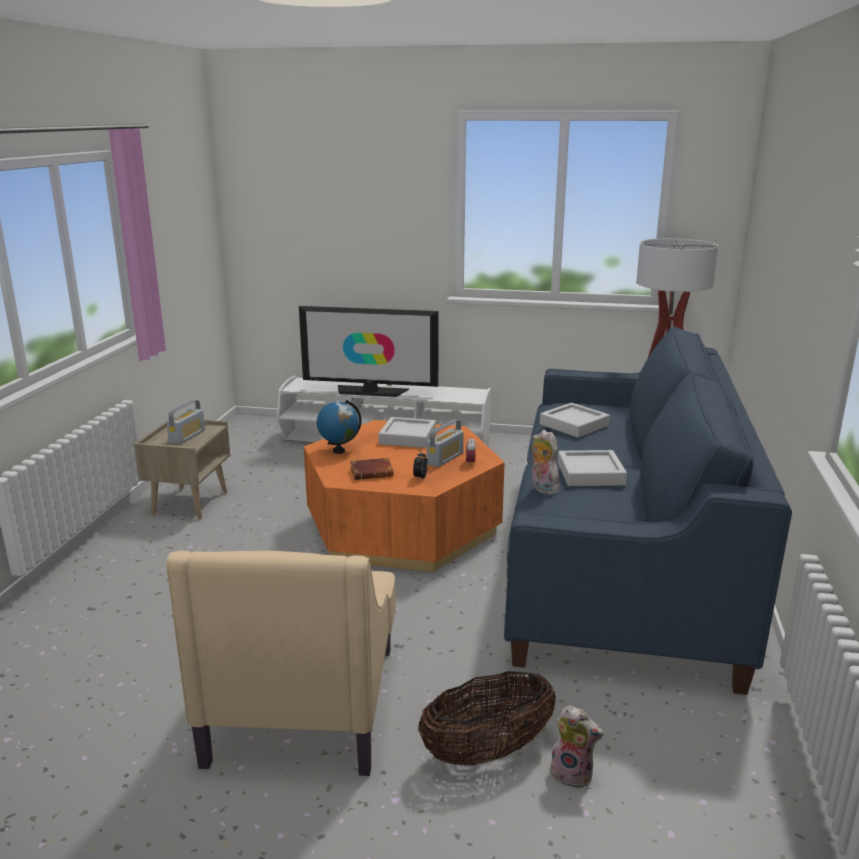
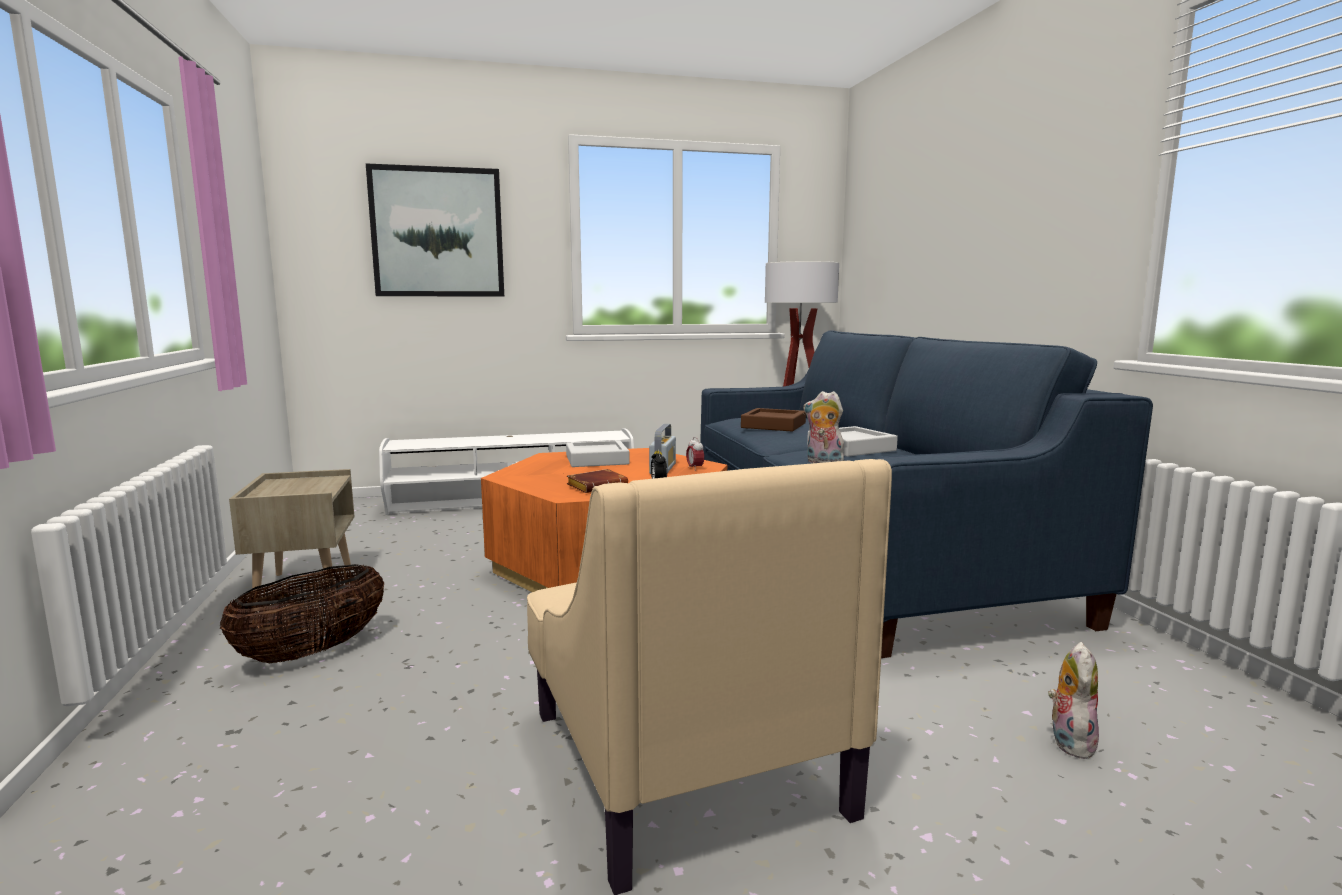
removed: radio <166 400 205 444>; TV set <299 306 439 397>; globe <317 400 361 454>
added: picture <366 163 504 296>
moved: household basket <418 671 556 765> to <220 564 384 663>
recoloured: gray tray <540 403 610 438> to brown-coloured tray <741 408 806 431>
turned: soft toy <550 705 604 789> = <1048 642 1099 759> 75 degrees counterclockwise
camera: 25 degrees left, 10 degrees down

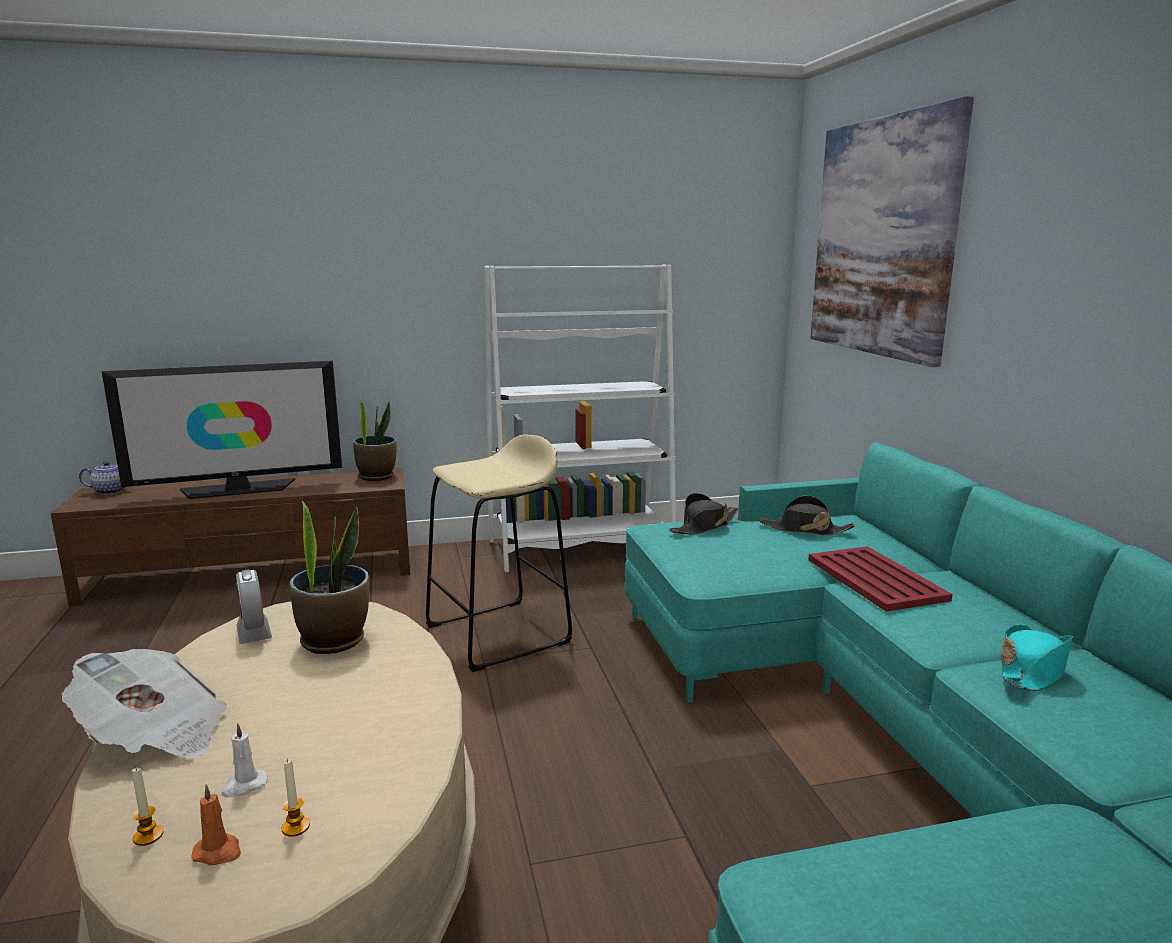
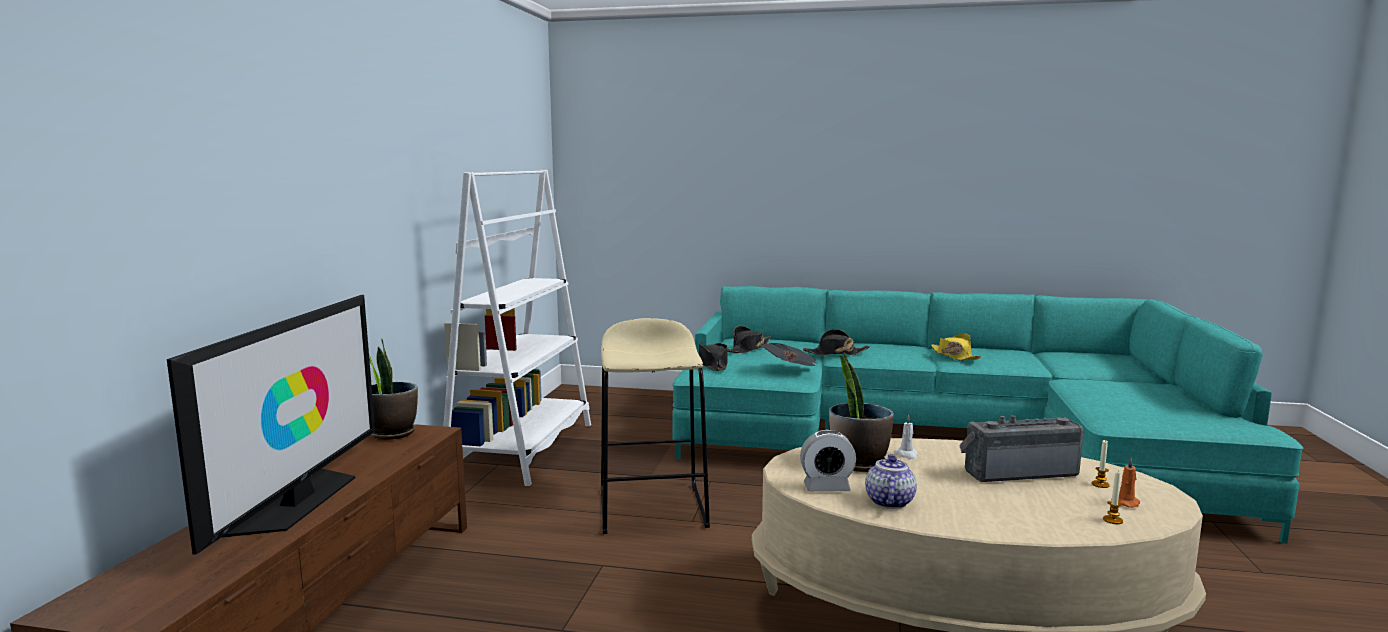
removed: picture <810 96 974 367>
added: radio <959 415 1084 482>
moved: newspaper <62 649 227 759> to <760 343 817 366>; tea pot <79 461 125 495> to <865 454 917 509>; white-coloured wax candle <221 723 268 798> to <895 415 918 459>
replaced: red-coloured tray <808 546 953 612> to black clothing hat <803 329 870 355>
recoloured: turquoise-coloured clothing hat <1001 624 1073 691> to yellow-coloured clothing hat <931 333 981 361>
camera: 65 degrees left, 5 degrees down

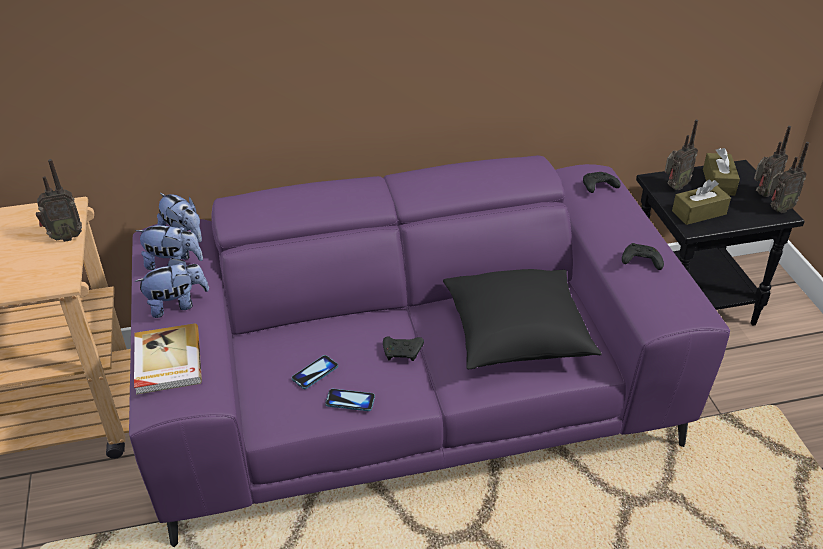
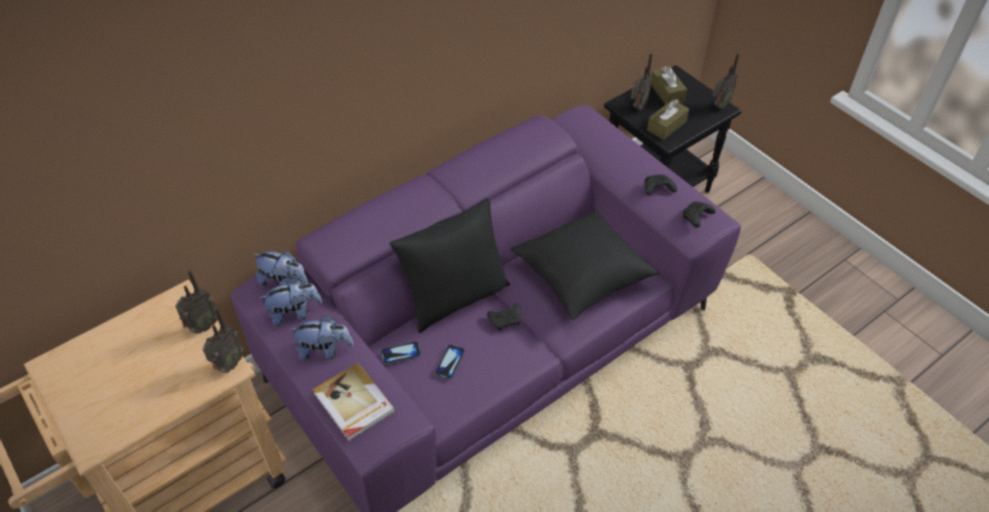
added: black cushion <390 198 510 333>
moved: phone <325 389 375 411> to <381 341 421 364>; black gamepad <583 172 621 193> to <683 201 715 228>; radio <754 126 791 197> to <202 307 243 373>
turned: soft toy <134 258 209 318> = <289 315 354 361> 45 degrees clockwise
camera: 25 degrees left, 10 degrees up

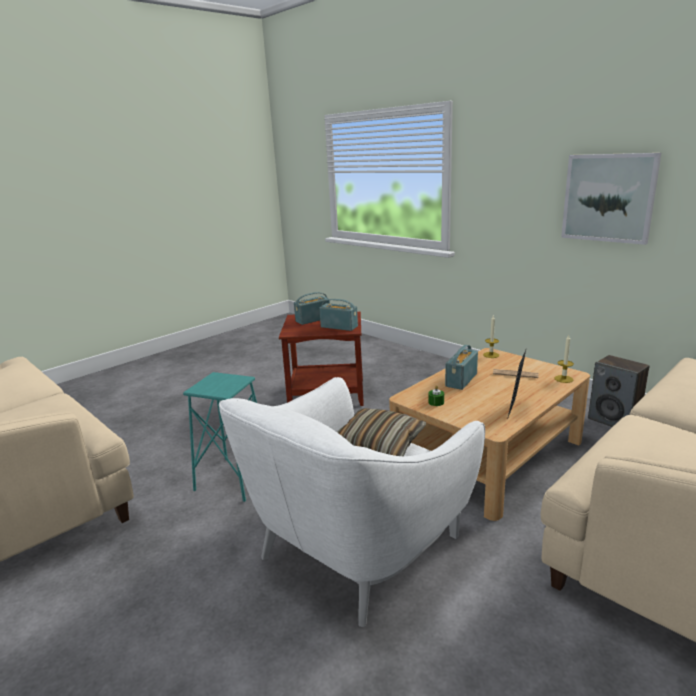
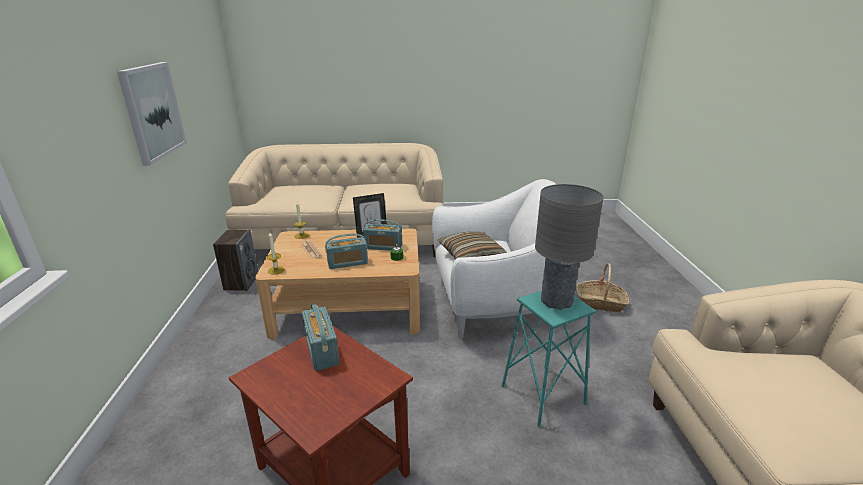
added: gray tabletop lamp <535 184 604 310>; household basket <576 263 629 312>
moved: radio <294 292 330 325> to <363 219 402 250>
camera: 140 degrees left, 5 degrees up

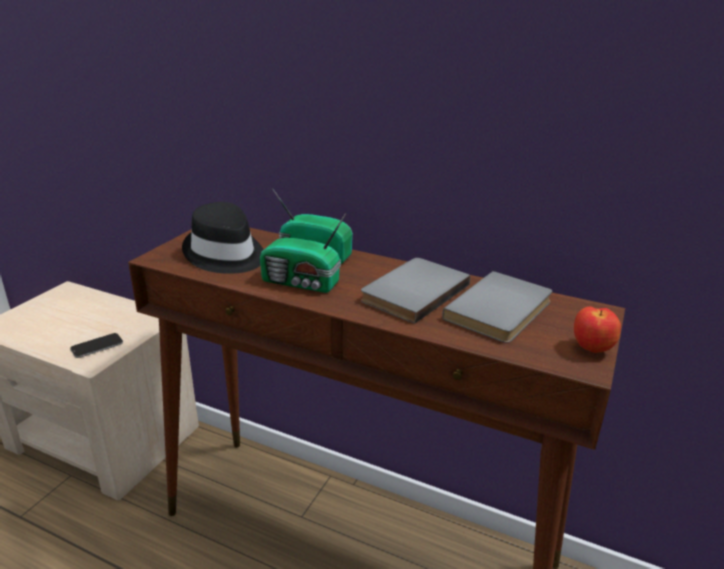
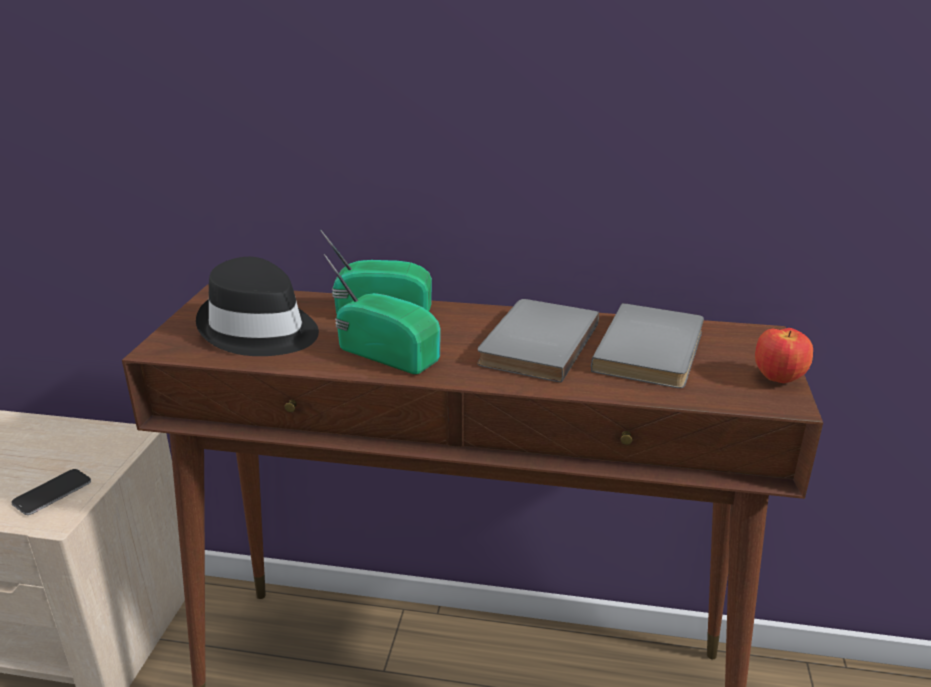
turned: radio <260 213 346 293> = <324 254 441 374> 150 degrees counterclockwise
camera: 15 degrees left, 0 degrees up

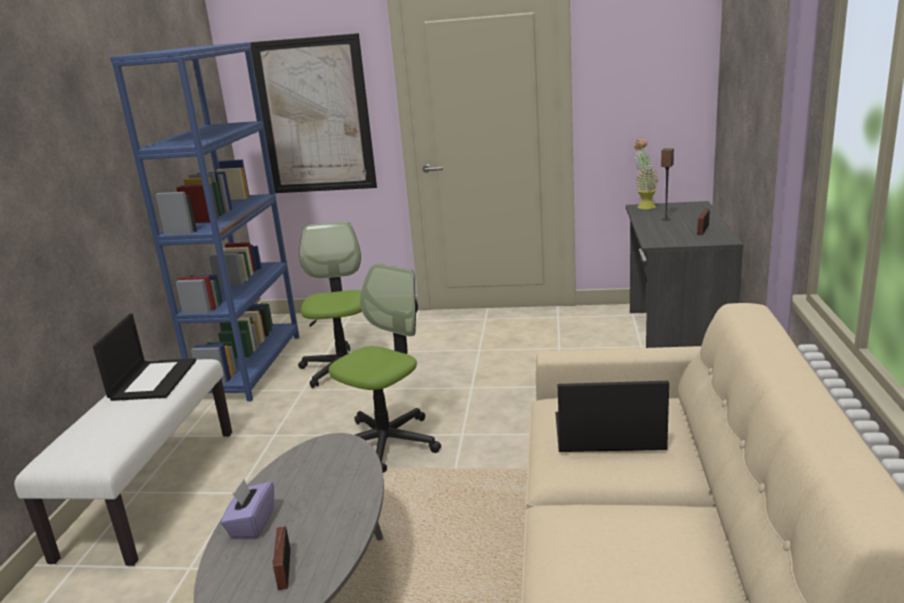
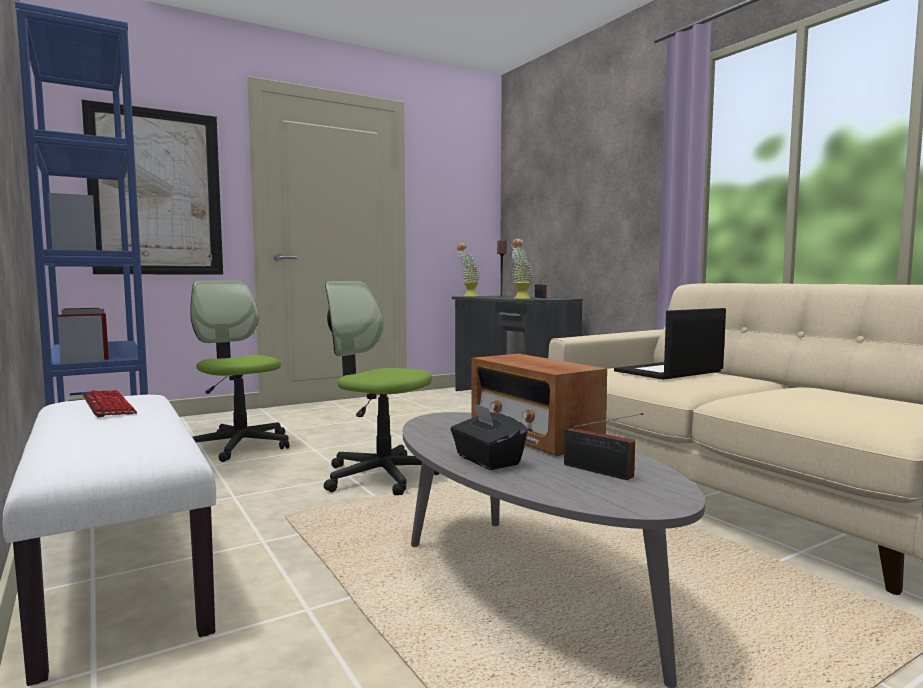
added: radio <471 354 607 456>; potted plant <511 238 533 299>
replaced: laptop <93 313 196 401> to computer keyboard <83 390 137 417>
recoloured: purple box of tissues <221 479 274 538> to black box of tissues <450 402 527 470>
turned: office chair <329 264 441 473> = <324 281 440 495> 60 degrees counterclockwise
camera: 40 degrees left, 15 degrees down

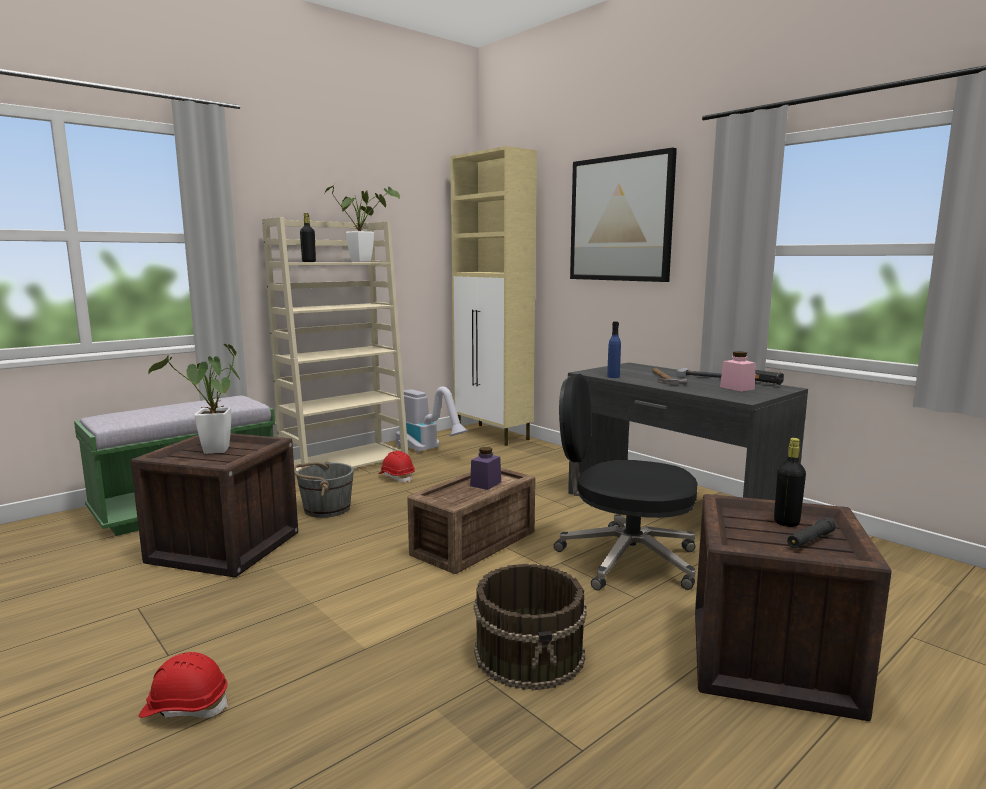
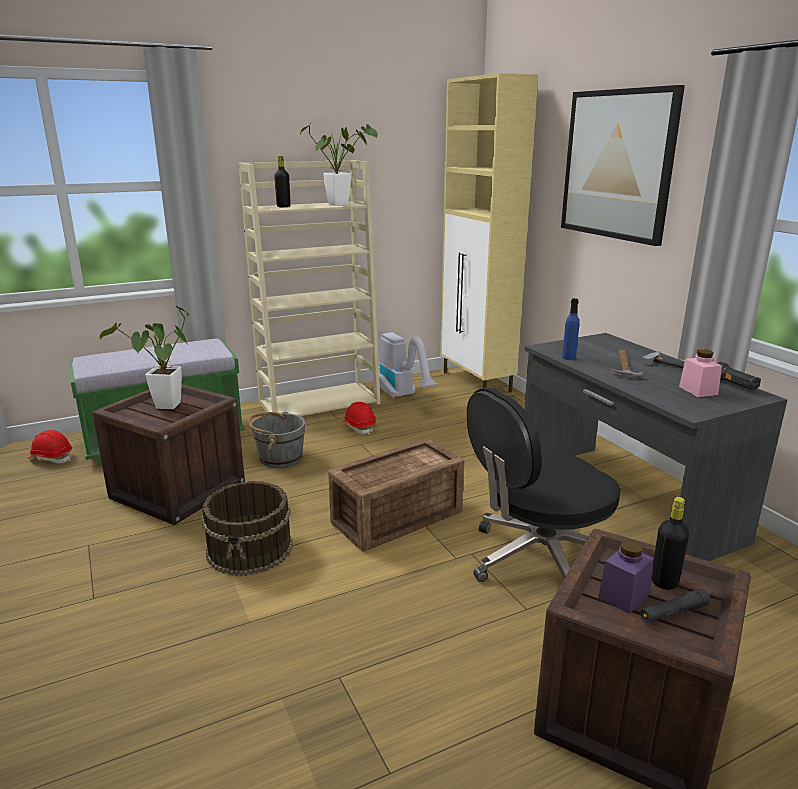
moved: red-coloured work helmet <139 652 229 718> to <28 430 72 463>; purple jar <470 447 501 490> to <598 540 654 614>; brown-coloured water bucket <474 564 587 691> to <202 481 293 576>
turned: black office chair <554 374 698 591> = <467 387 621 582> 60 degrees counterclockwise
camera: 15 degrees right, 10 degrees up

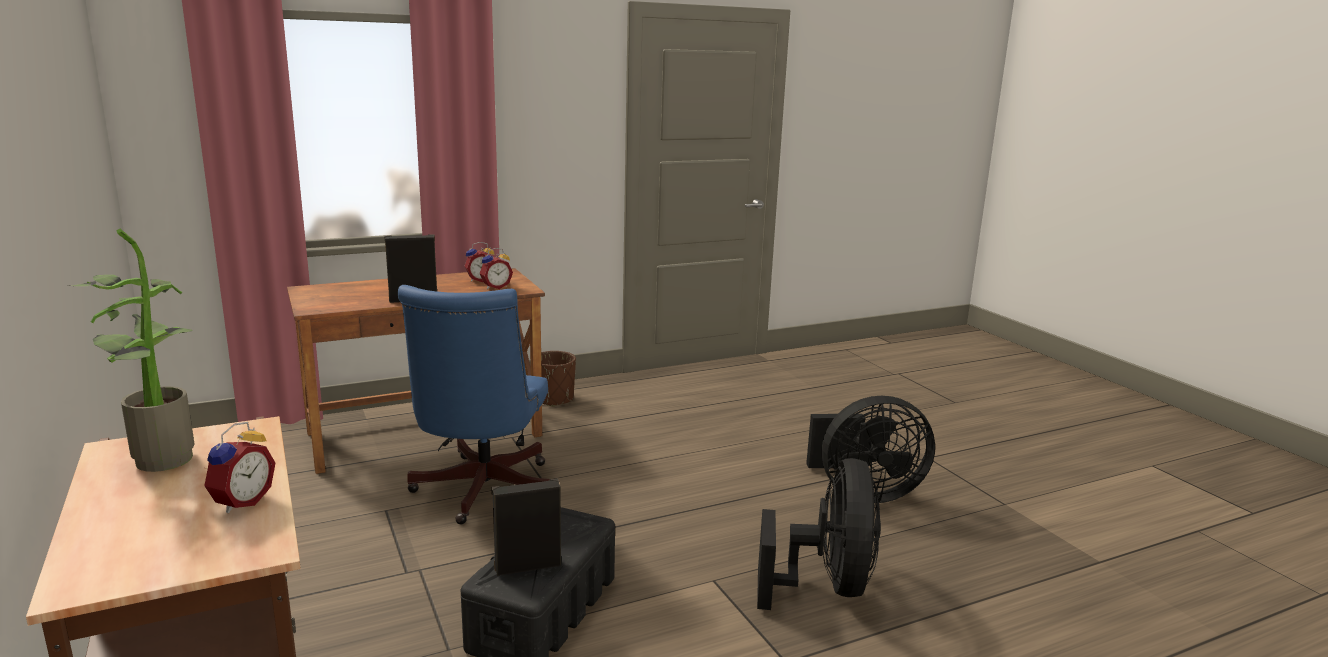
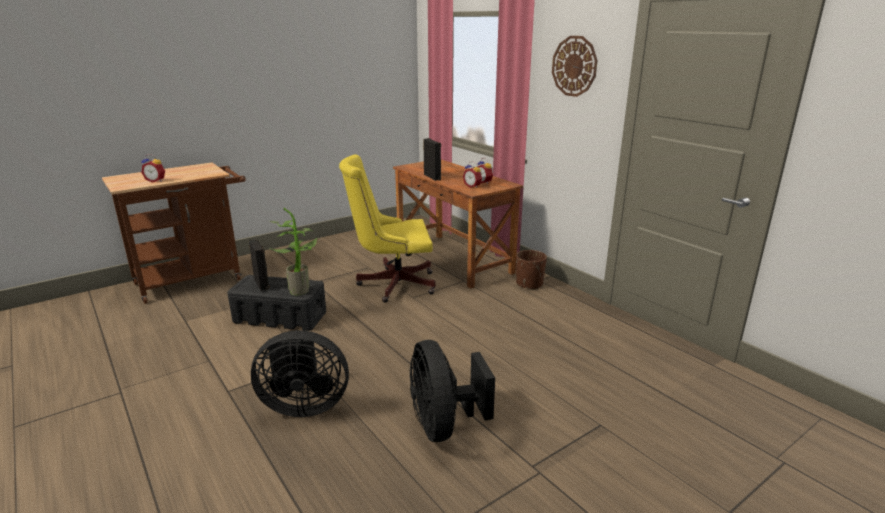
added: wall clock <552 36 597 97>
moved: potted plant <66 229 194 472> to <269 208 318 295>
recoloured: blue-coloured office chair <398 285 550 524> to yellow-coloured office chair <339 155 436 303>
camera: 80 degrees right, 5 degrees up

